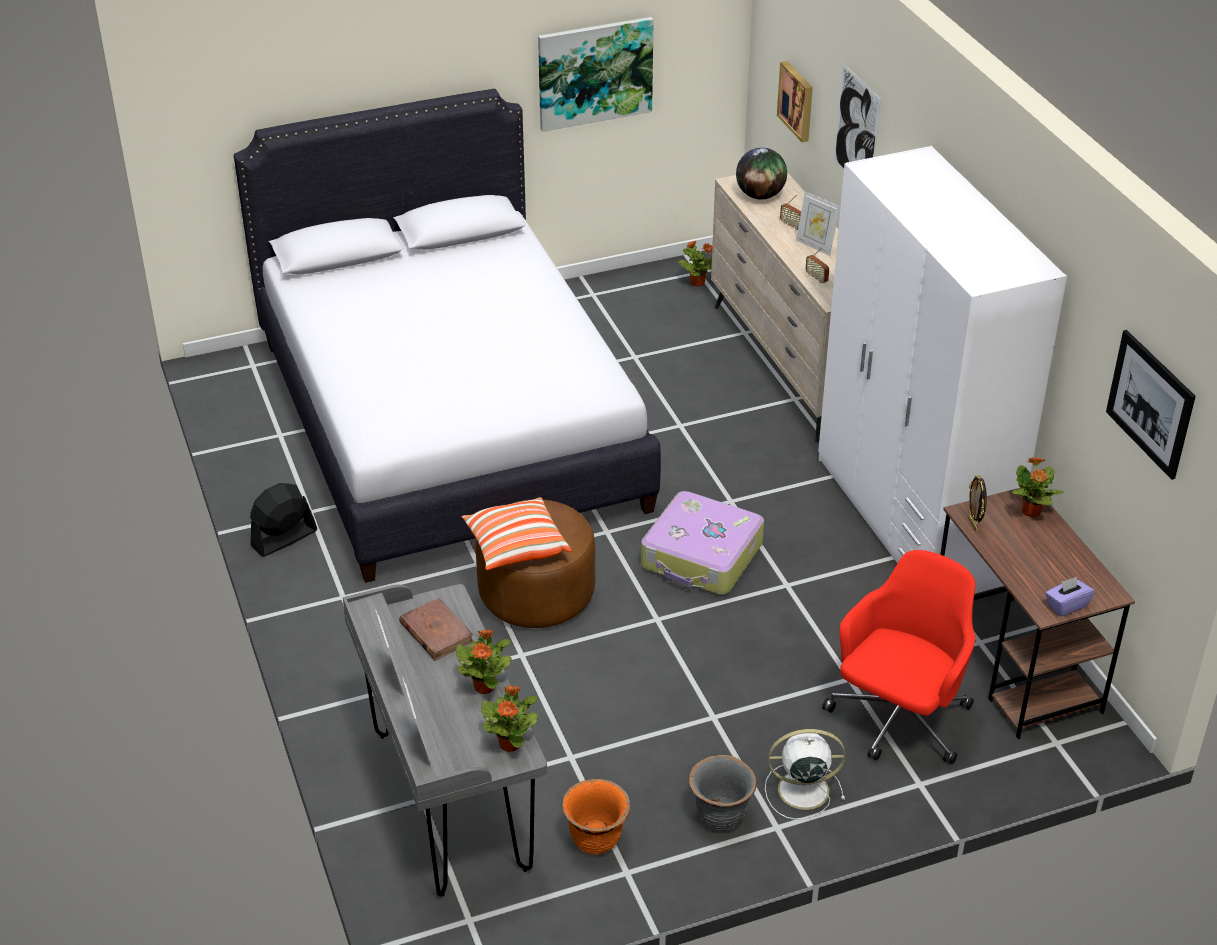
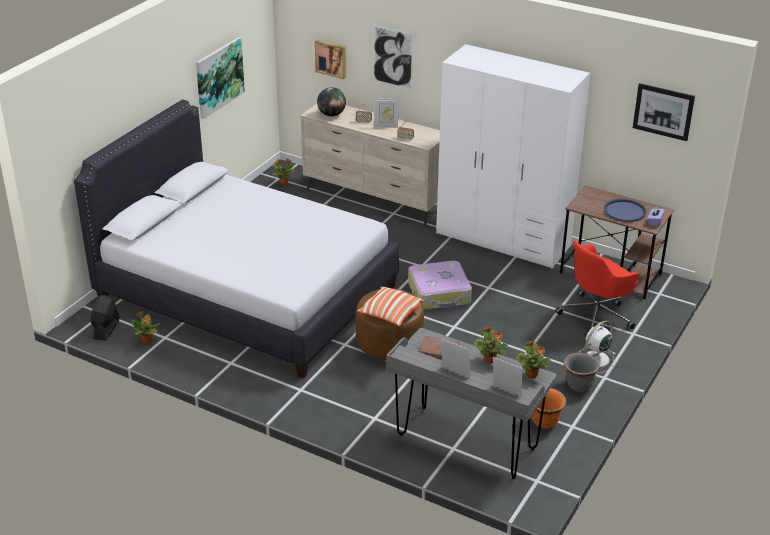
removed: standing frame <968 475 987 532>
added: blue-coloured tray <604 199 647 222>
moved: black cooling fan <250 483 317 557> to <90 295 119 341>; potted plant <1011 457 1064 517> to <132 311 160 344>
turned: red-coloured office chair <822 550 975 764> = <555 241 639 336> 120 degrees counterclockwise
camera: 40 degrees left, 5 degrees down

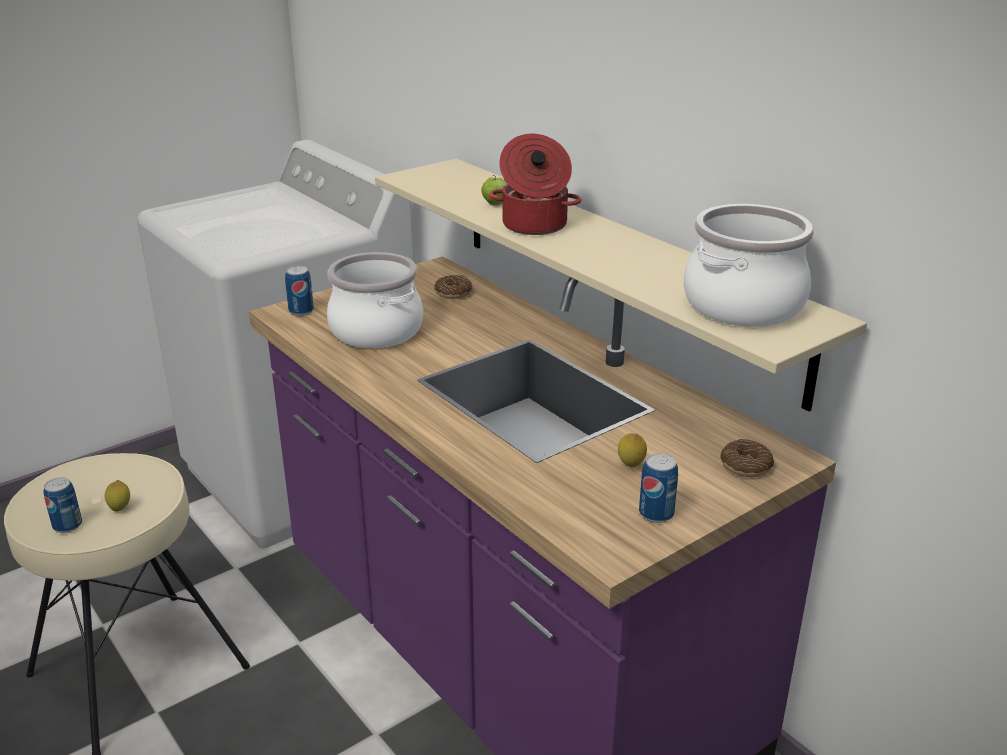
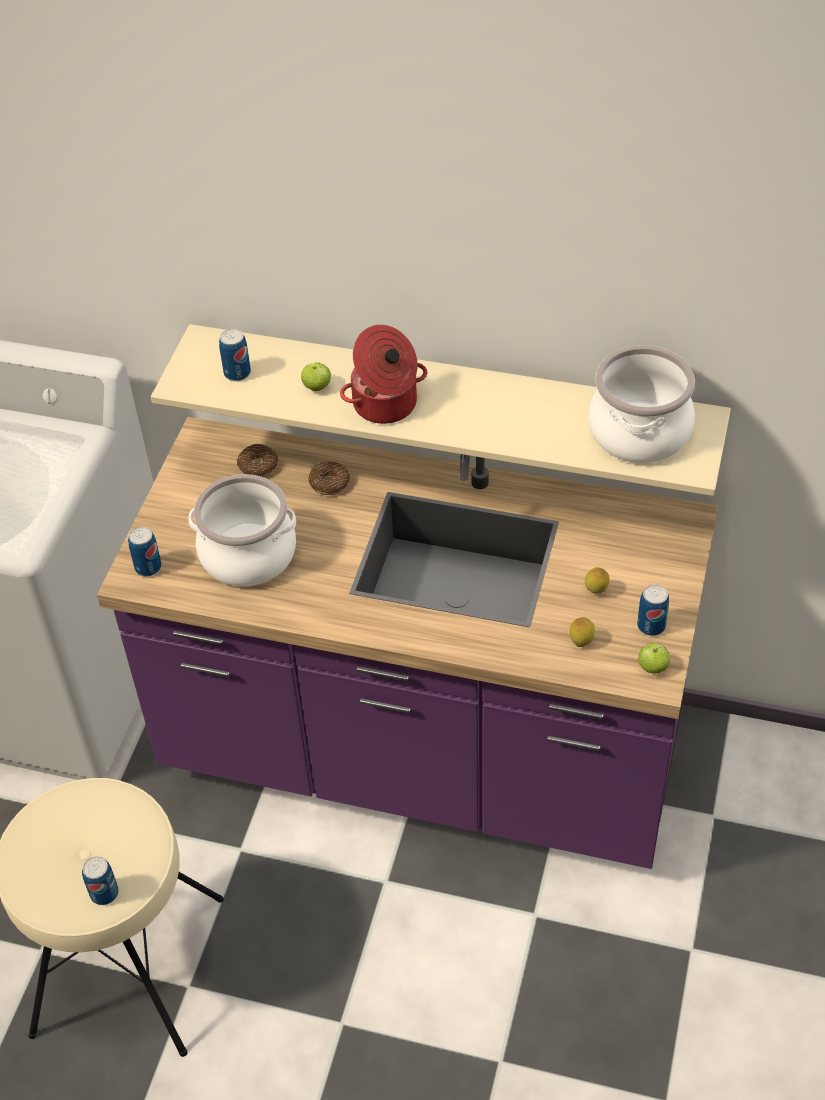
added: metal can <219 329 251 381>; whole apple <638 643 670 674>
moved: citrus fruit <105 480 130 511> to <570 617 595 647>; doughnut <720 439 774 477> to <309 461 350 495>
camera: 35 degrees left, 20 degrees up

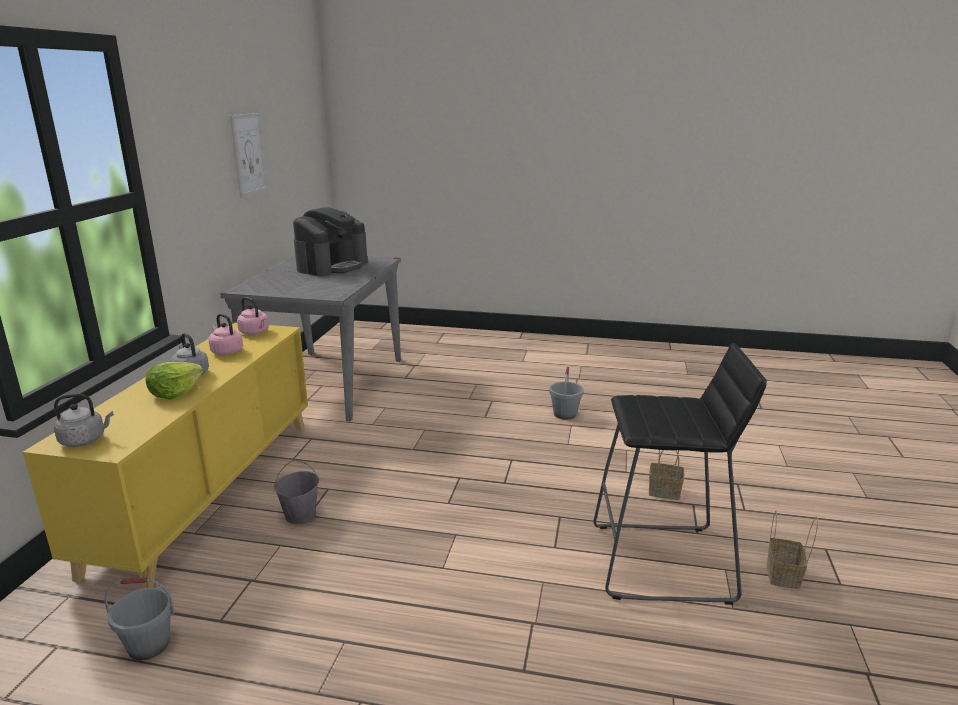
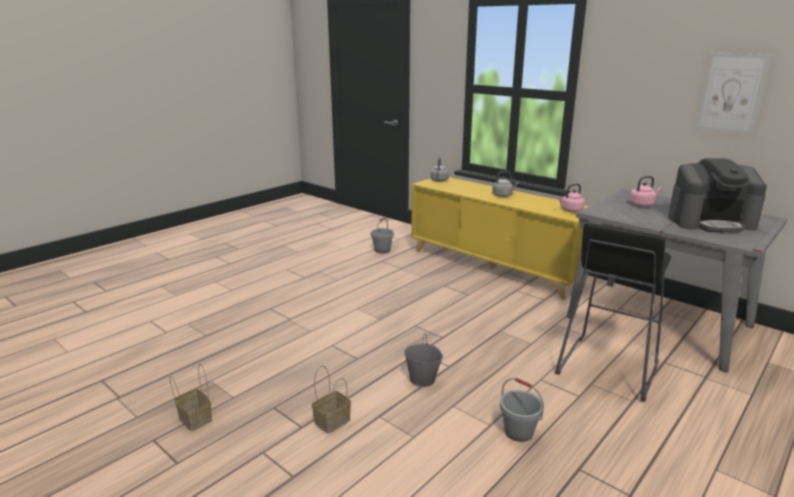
removed: head of lettuce <146 362 203 399>
moved: pinkish kettle <208 314 243 355> to <629 176 661 207>; gray water bucket <274 460 319 524> to <404 333 443 387>; black stool <593 343 767 605> to <555 223 671 402>
turned: coffee maker <293 207 368 276> = <668 158 767 232> 60 degrees counterclockwise
camera: 120 degrees right, 0 degrees up

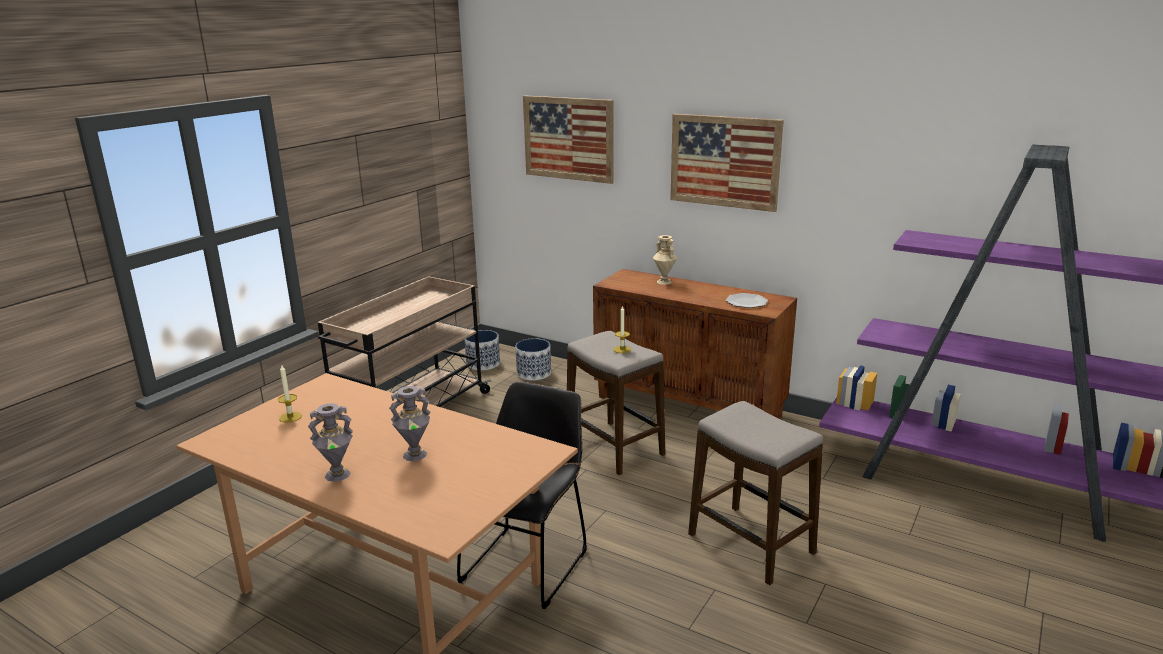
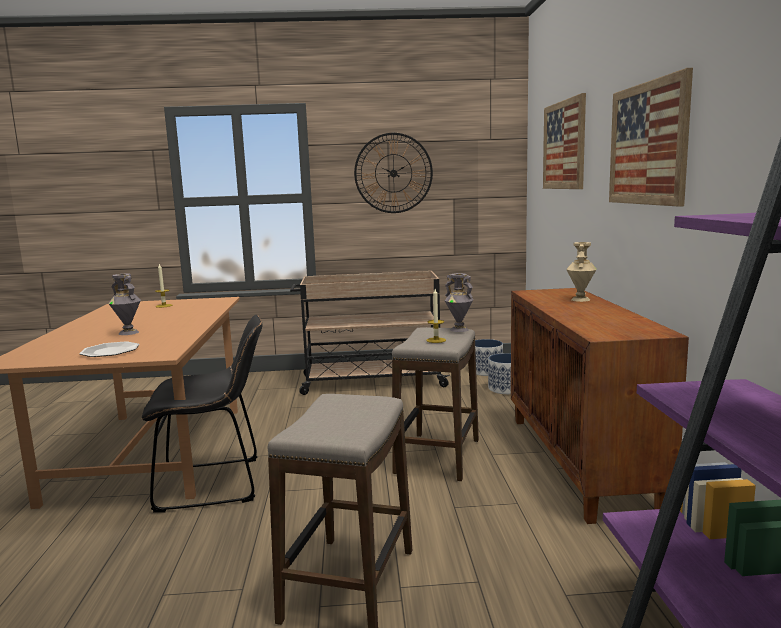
added: wall clock <354 133 433 213>
moved: gray vase <308 403 353 482> to <444 273 474 332>; plate <726 293 768 308> to <79 341 140 357>
camera: 55 degrees right, 10 degrees down

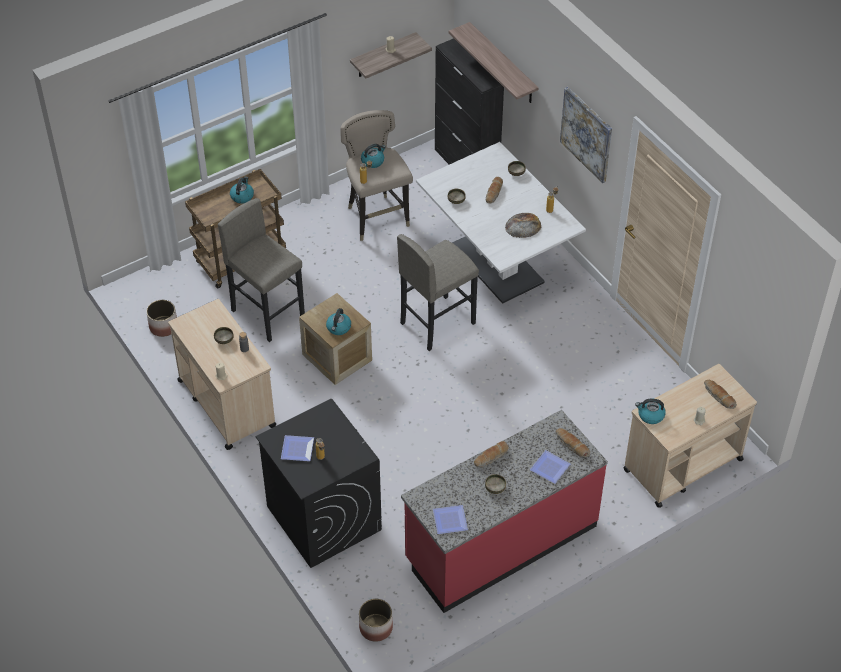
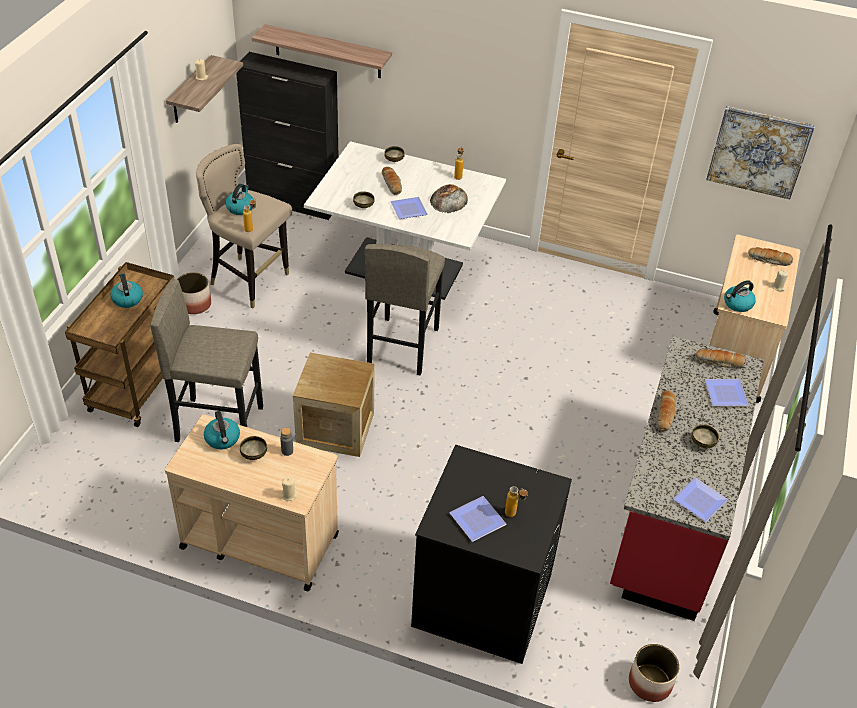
added: plate <390 197 428 219>
moved: plant pot <146 300 177 337> to <177 272 211 314>; kettle <326 308 351 335> to <204 411 240 450>; picture <560 87 612 183> to <706 106 815 199>
camera: 40 degrees left, 5 degrees down

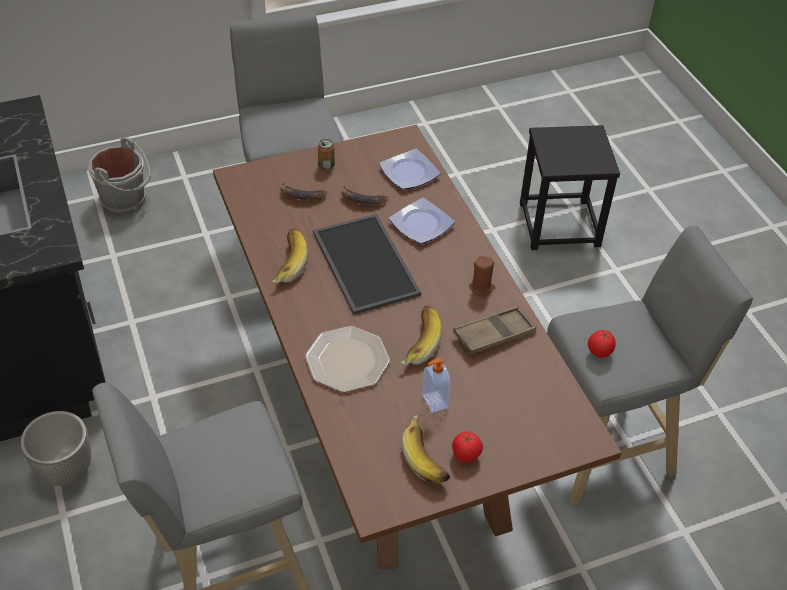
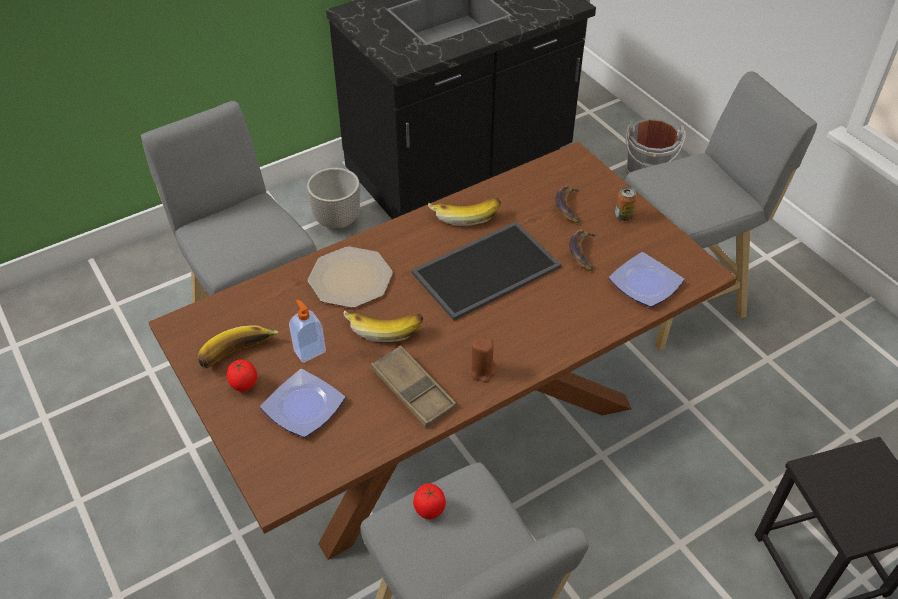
moved: plate <389 198 455 244> to <260 369 345 437>
camera: 80 degrees right, 0 degrees up

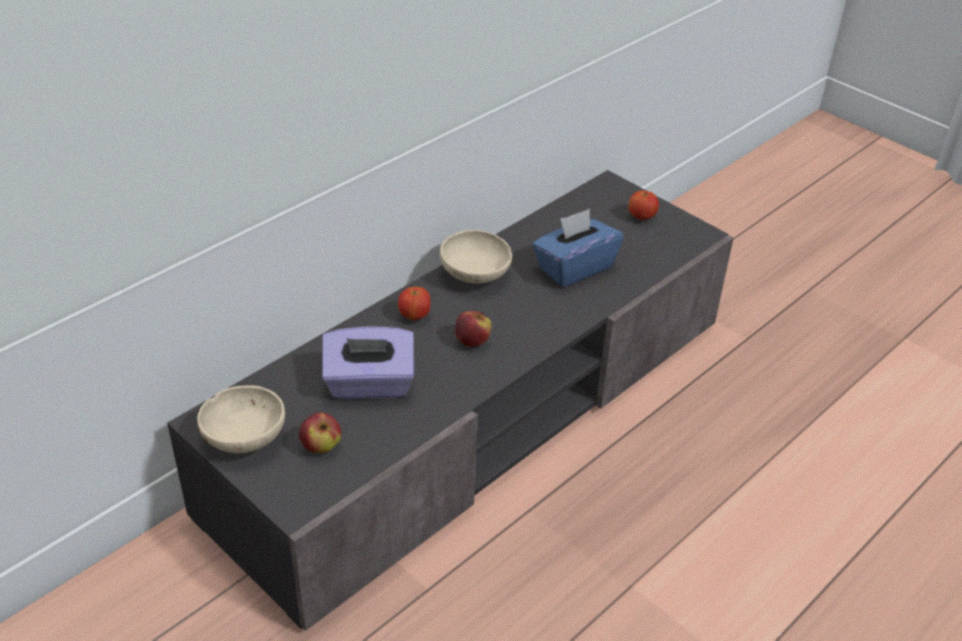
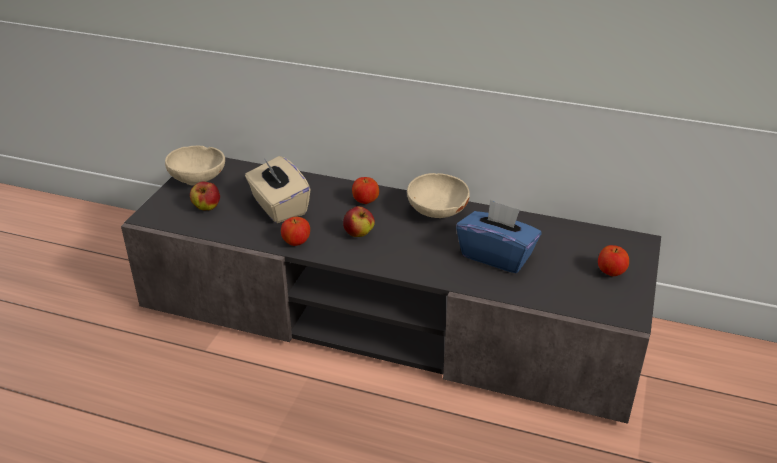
added: whole apple <281 217 310 246>
recoloured: purple box of tissues <322 326 414 399> to sand-coloured box of tissues <245 156 311 223>
camera: 65 degrees right, 5 degrees down

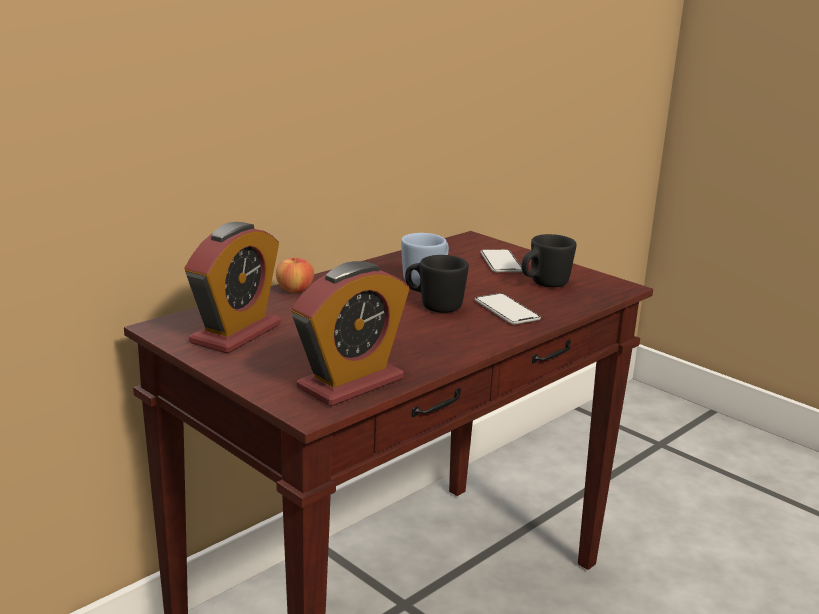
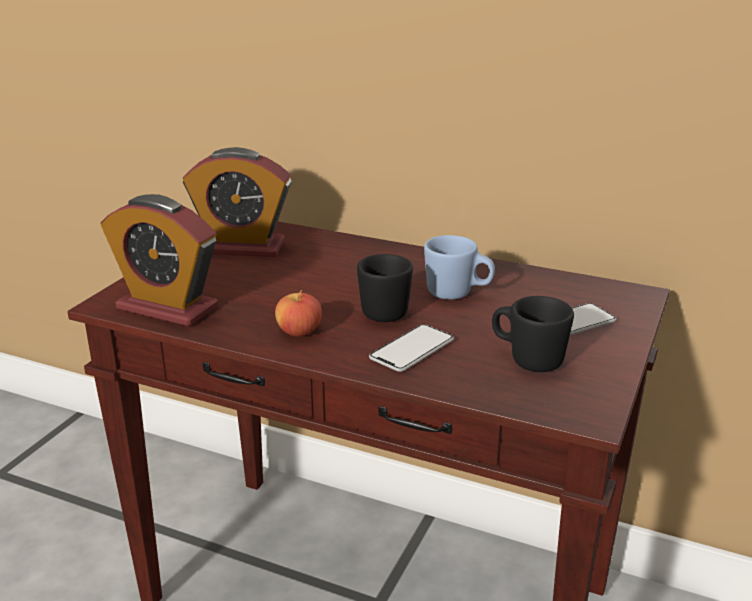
moved: whole apple <276 254 314 293> to <275 290 322 336>
camera: 70 degrees right, 5 degrees up

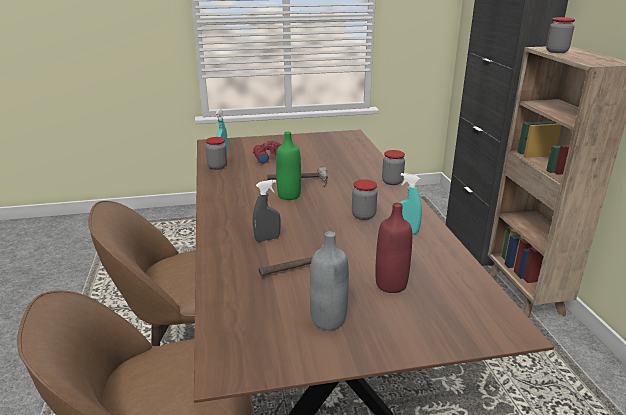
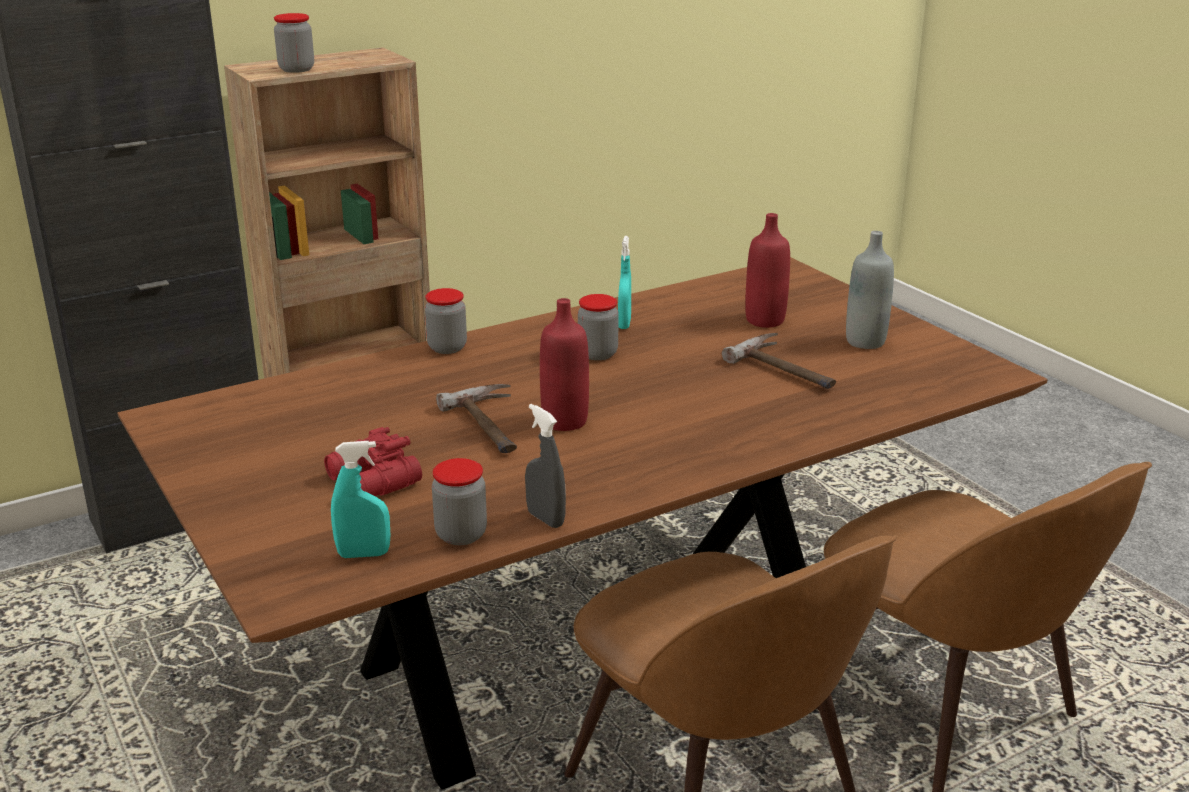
moved: gray hand sprayer <253 180 281 242> to <525 404 566 528>
recoloured: green bottle <276 132 301 200> to red-coloured bottle <540 298 589 431>
camera: 110 degrees left, 0 degrees up

